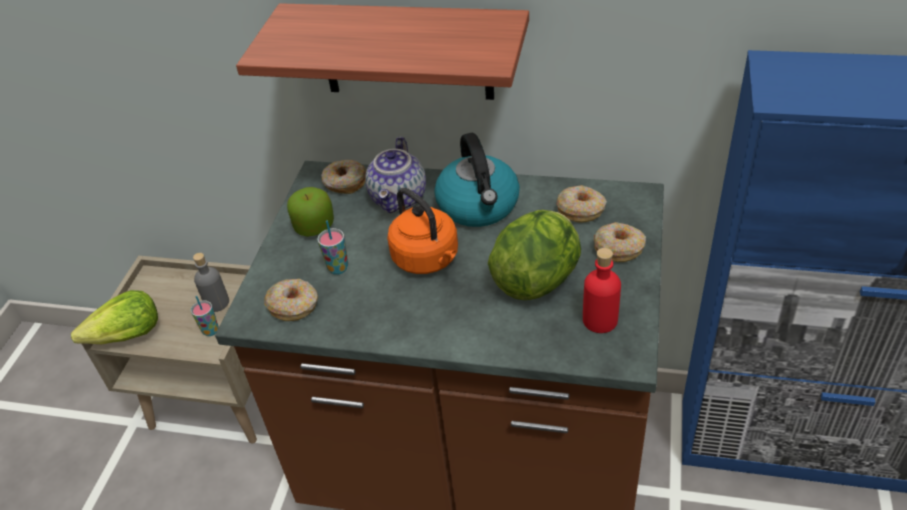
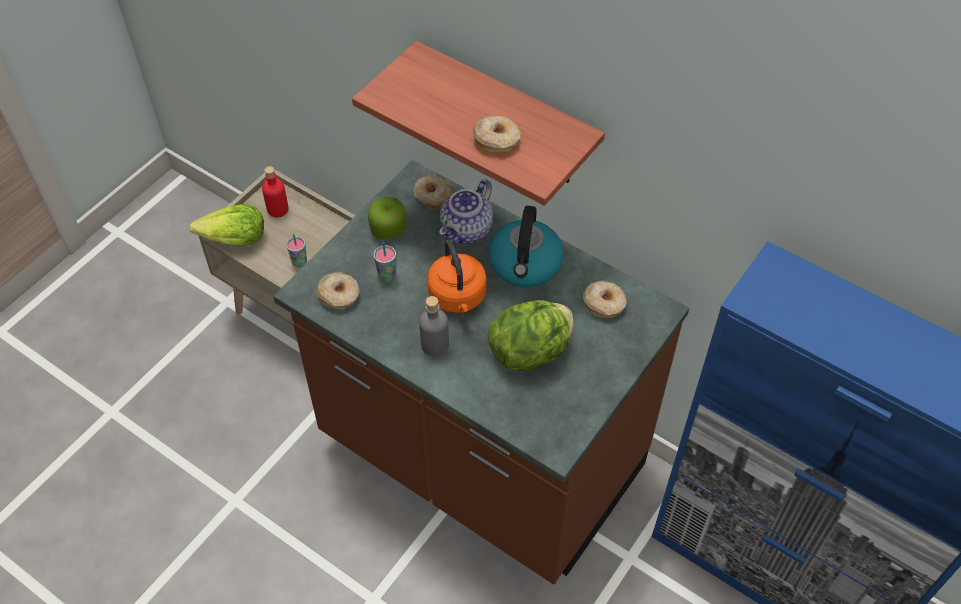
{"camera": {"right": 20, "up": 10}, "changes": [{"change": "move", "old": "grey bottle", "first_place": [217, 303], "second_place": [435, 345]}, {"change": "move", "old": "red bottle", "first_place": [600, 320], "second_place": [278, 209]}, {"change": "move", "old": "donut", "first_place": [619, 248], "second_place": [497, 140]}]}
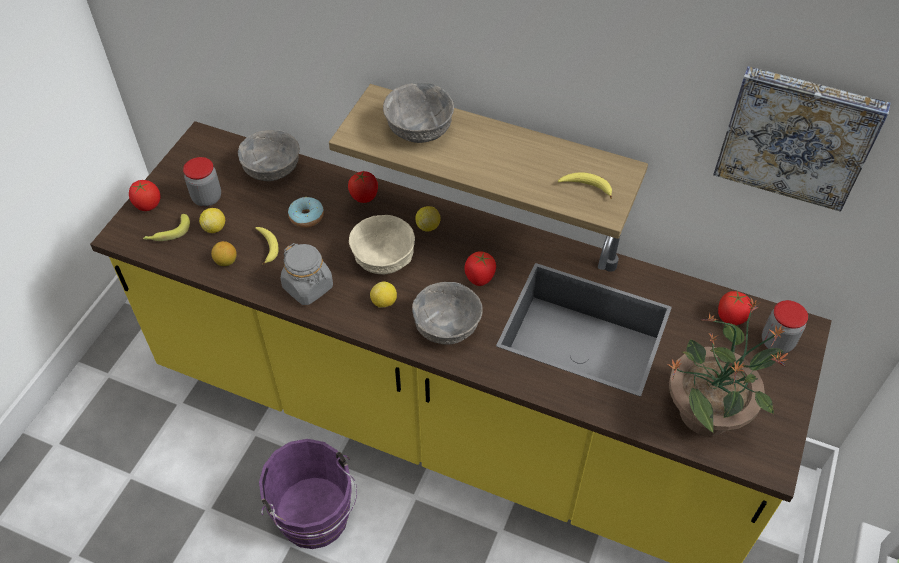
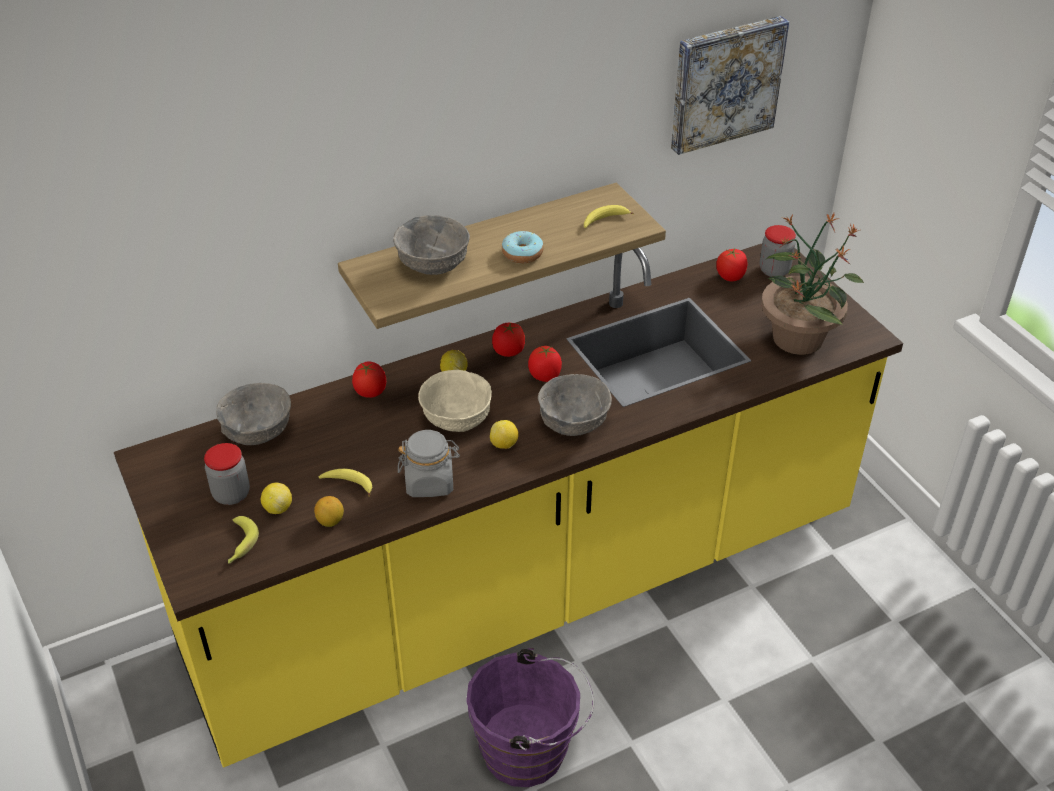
{"camera": {"right": -50, "up": -10}, "changes": [{"change": "move", "old": "tomato", "first_place": [147, 205], "second_place": [508, 352]}, {"change": "move", "old": "donut", "first_place": [306, 217], "second_place": [522, 254]}]}
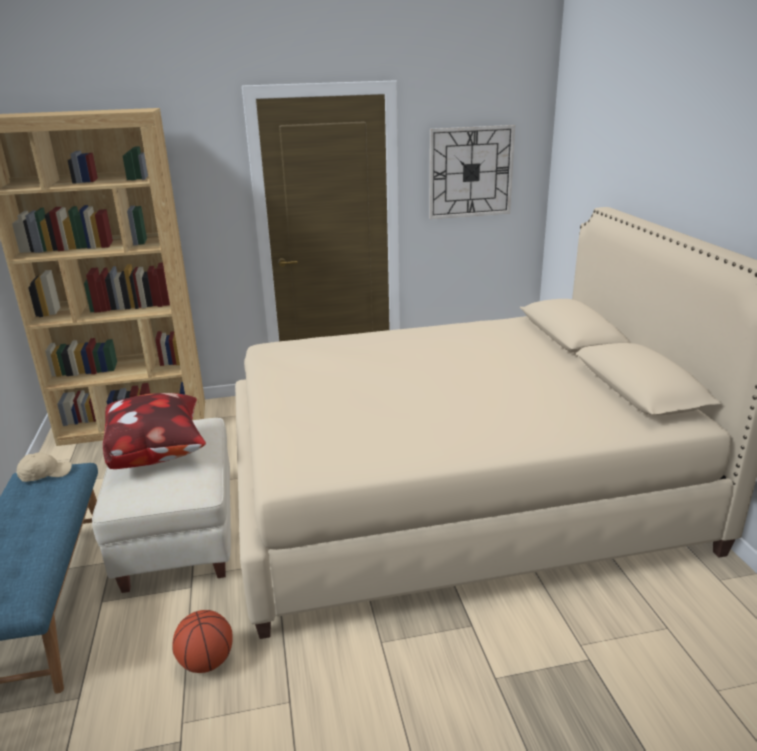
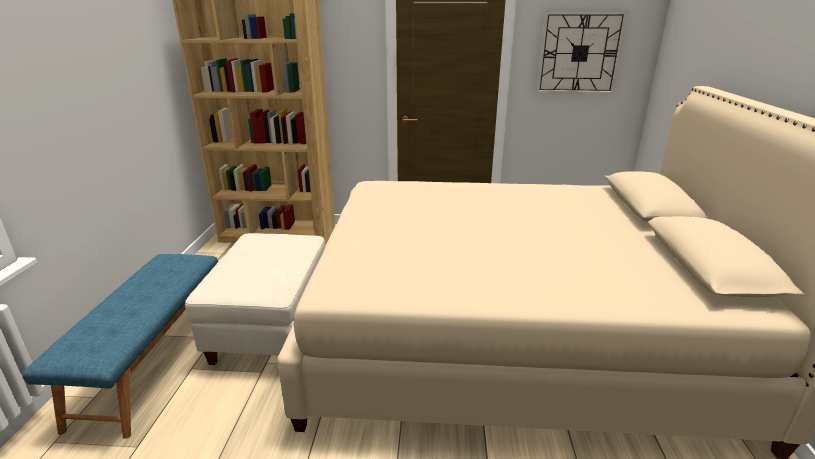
{"camera": {"right": 15, "up": 0}, "changes": [{"change": "delete", "old": "beige cap", "first_place": [45, 474]}, {"change": "delete", "old": "pillow", "first_place": [159, 453]}, {"change": "delete", "old": "basketball", "first_place": [207, 662]}]}
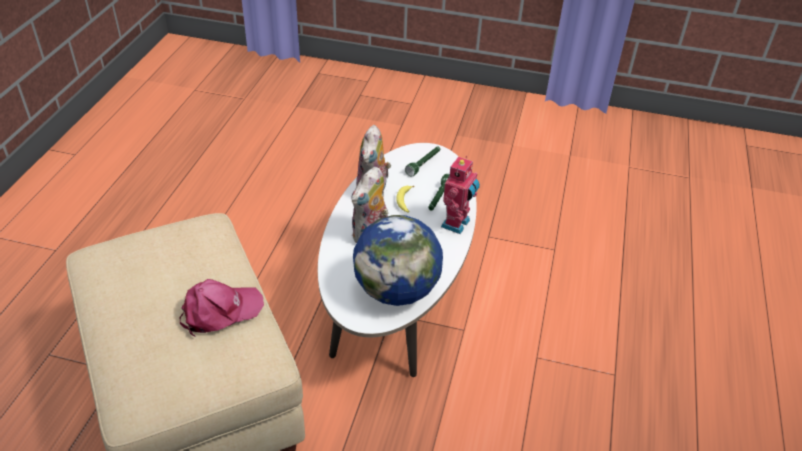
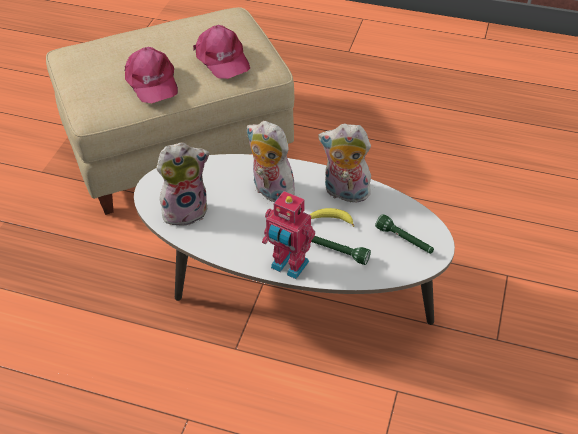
{"camera": {"right": 95, "up": 5}, "changes": [{"change": "replace", "old": "globe", "new": "plush toy", "first_place": [396, 291], "second_place": [186, 210]}, {"change": "insert", "new": "pink cap", "second_place": [222, 59]}]}
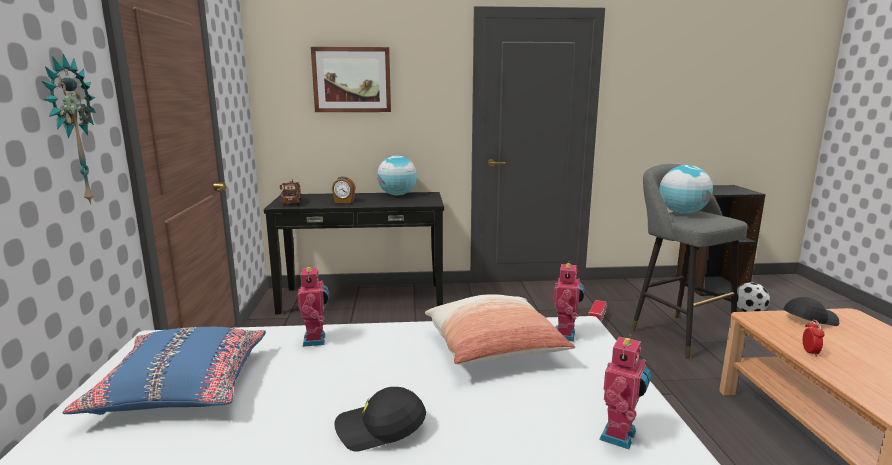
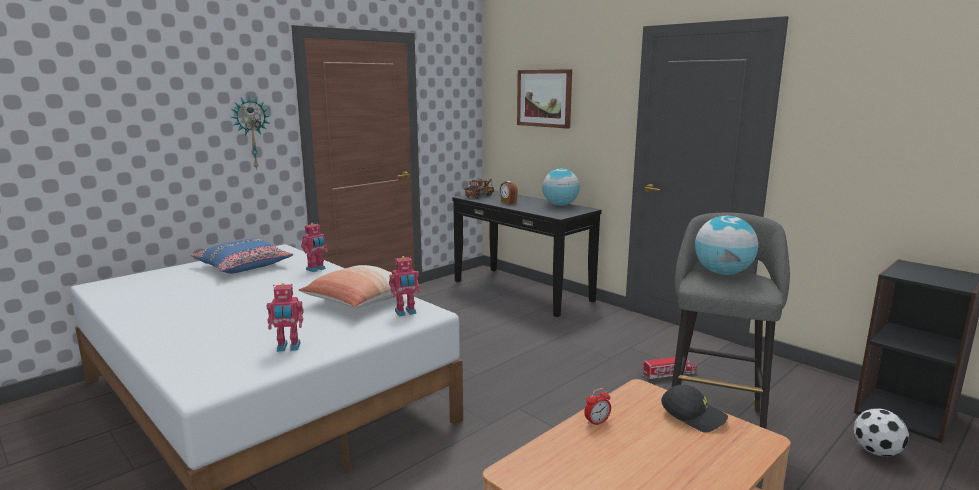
{"camera": {"right": 50, "up": 0}, "changes": [{"change": "delete", "old": "black cap", "first_place": [380, 430]}]}
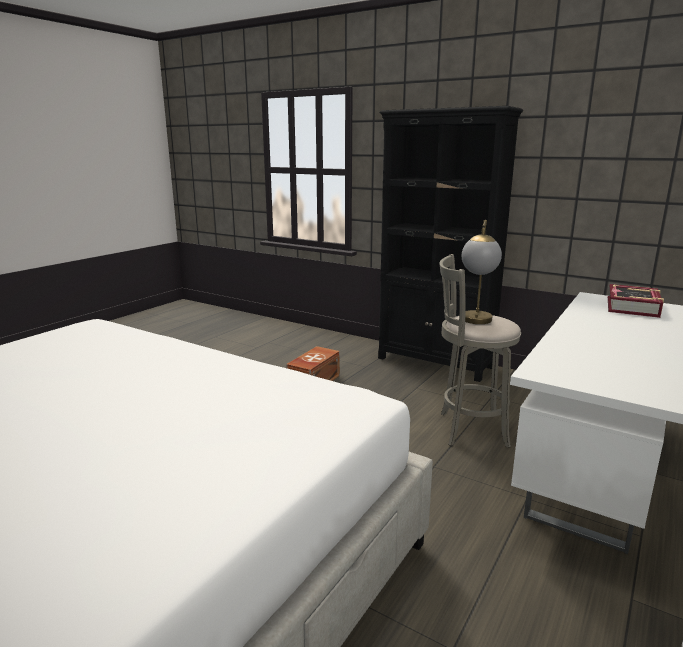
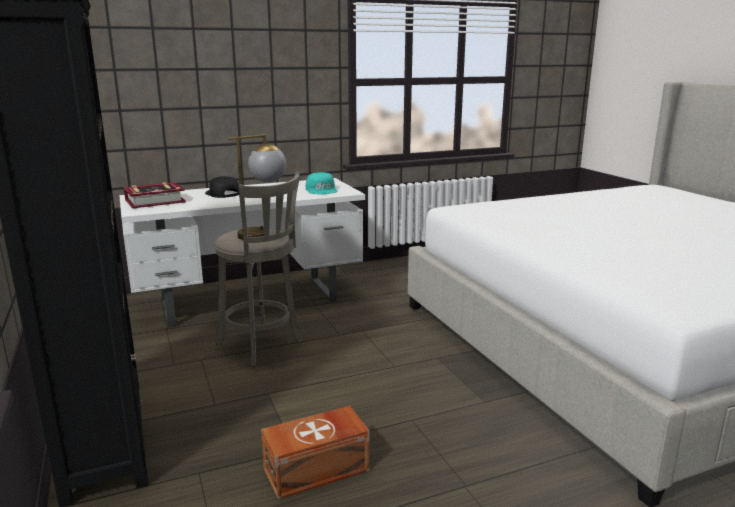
{"camera": {"right": -145, "up": 0}, "changes": [{"change": "insert", "new": "black cap", "second_place": [222, 193]}, {"change": "insert", "new": "turquoise cap", "second_place": [322, 190]}]}
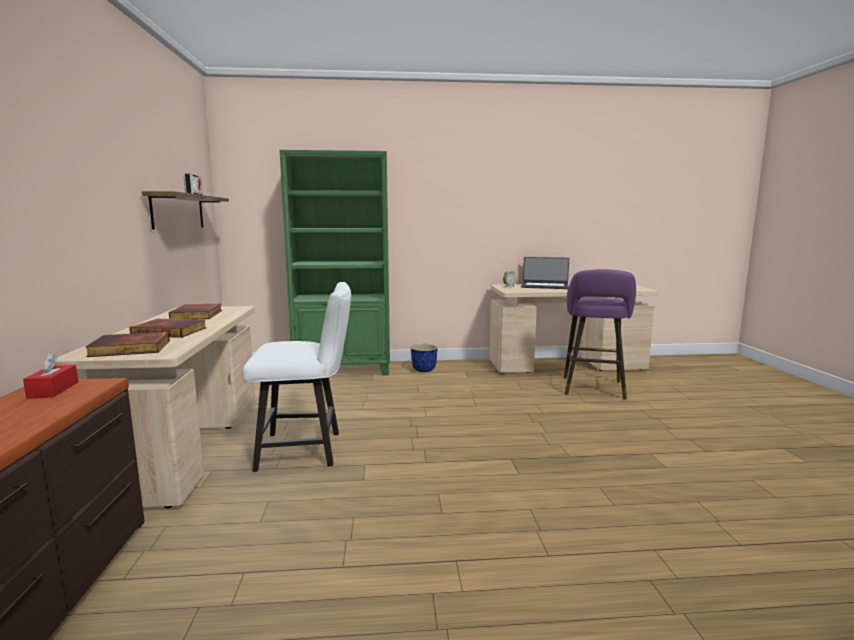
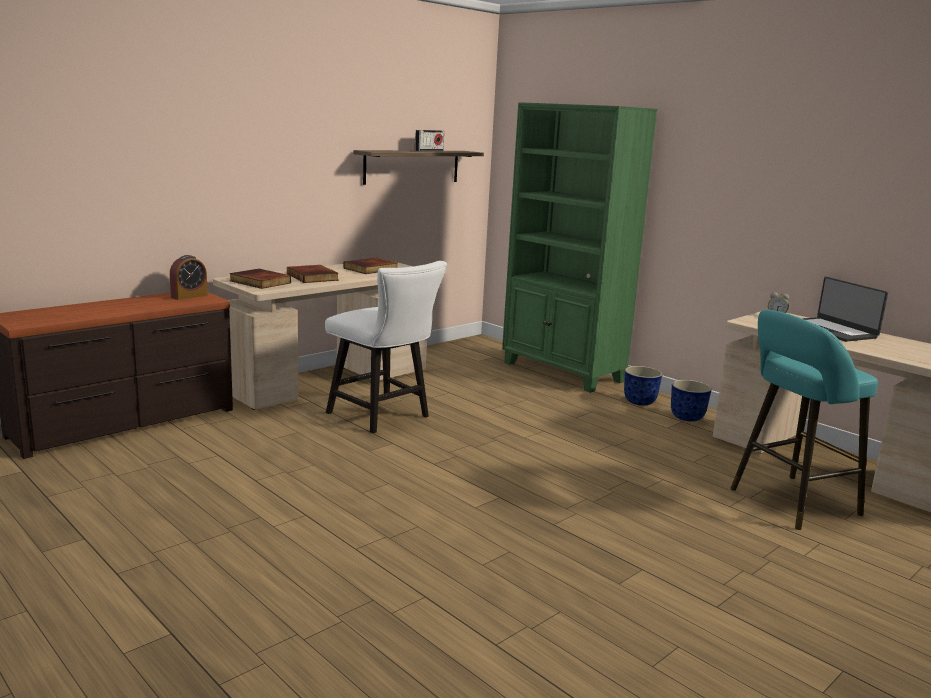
{"camera": {"right": 50, "up": 5}, "changes": [{"change": "replace", "old": "red tissue box", "new": "alarm clock", "first_place": [53, 390], "second_place": [189, 296]}, {"change": "recolor", "old": "purple stool", "new": "turquoise stool", "first_place": [593, 389], "second_place": [789, 503]}, {"change": "insert", "new": "planter", "second_place": [686, 418]}]}
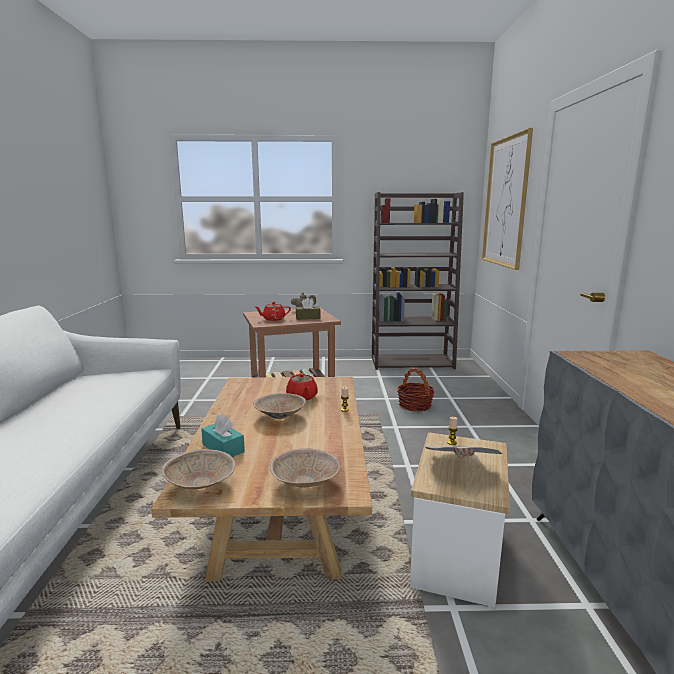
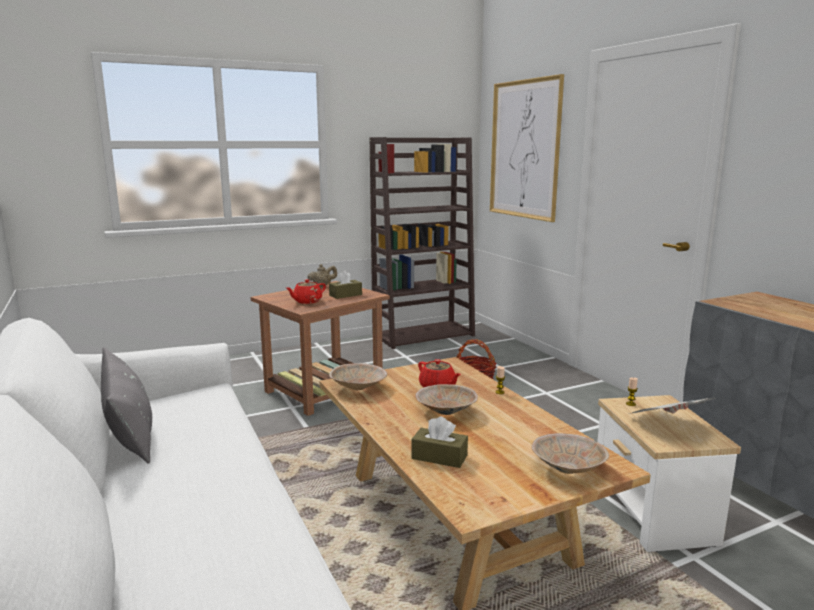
{"camera": {"right": -25, "up": 0}, "changes": [{"change": "move", "old": "beige bowl", "first_place": [201, 484], "second_place": [359, 388]}, {"change": "recolor", "old": "turquoise tissue box", "new": "brown tissue box", "first_place": [223, 448], "second_place": [439, 457]}, {"change": "insert", "new": "grey pillow", "second_place": [130, 431]}]}
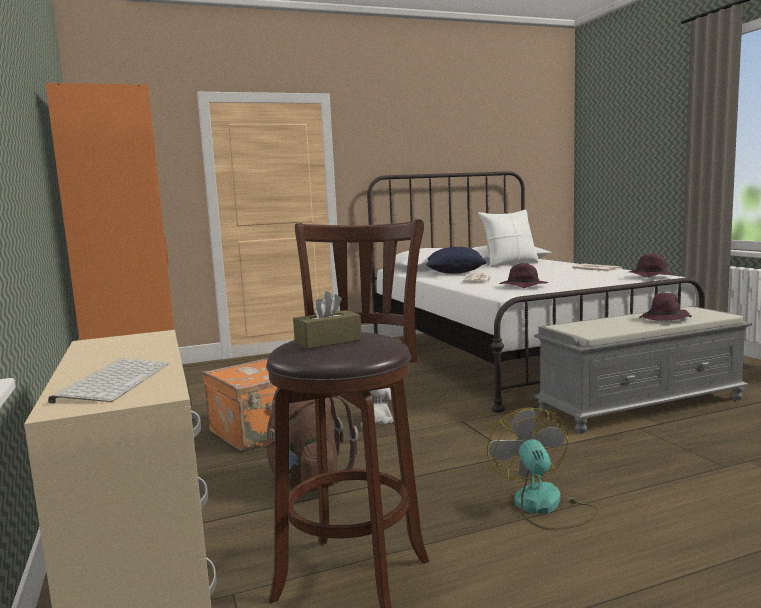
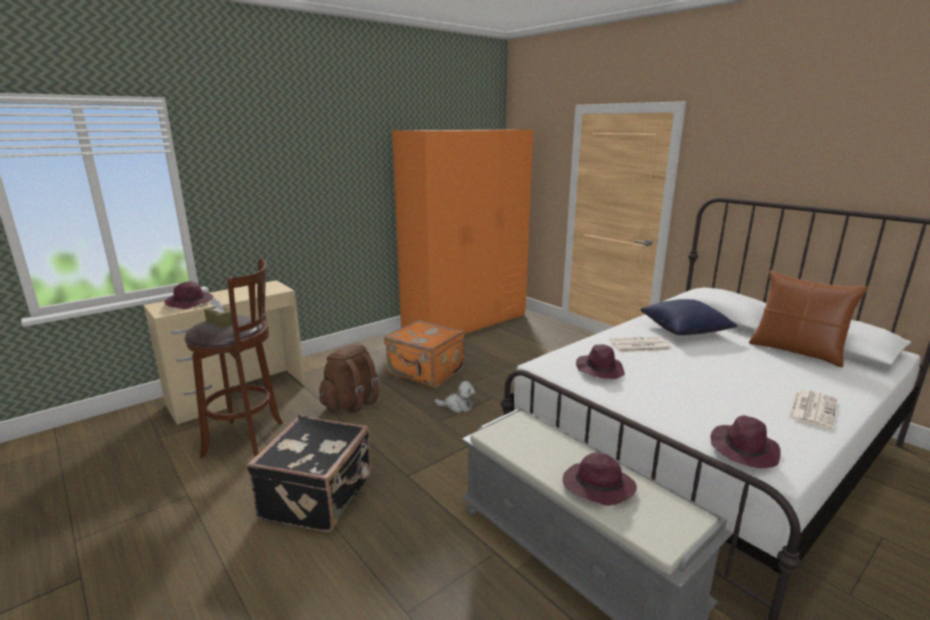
{"camera": {"right": 70, "up": 10}, "changes": [{"change": "replace", "old": "keyboard", "new": "purple hat", "first_place": [113, 381], "second_place": [190, 302]}, {"change": "recolor", "old": "white pillow", "new": "brown pillow", "first_place": [509, 264], "second_place": [796, 351]}, {"change": "replace", "old": "fan", "new": "black suitcase", "first_place": [544, 506], "second_place": [319, 496]}]}
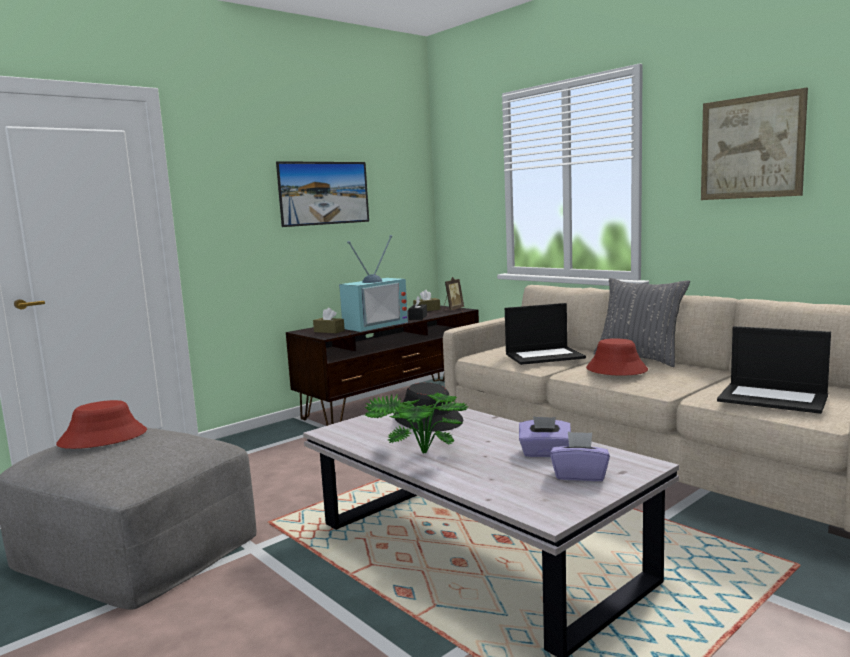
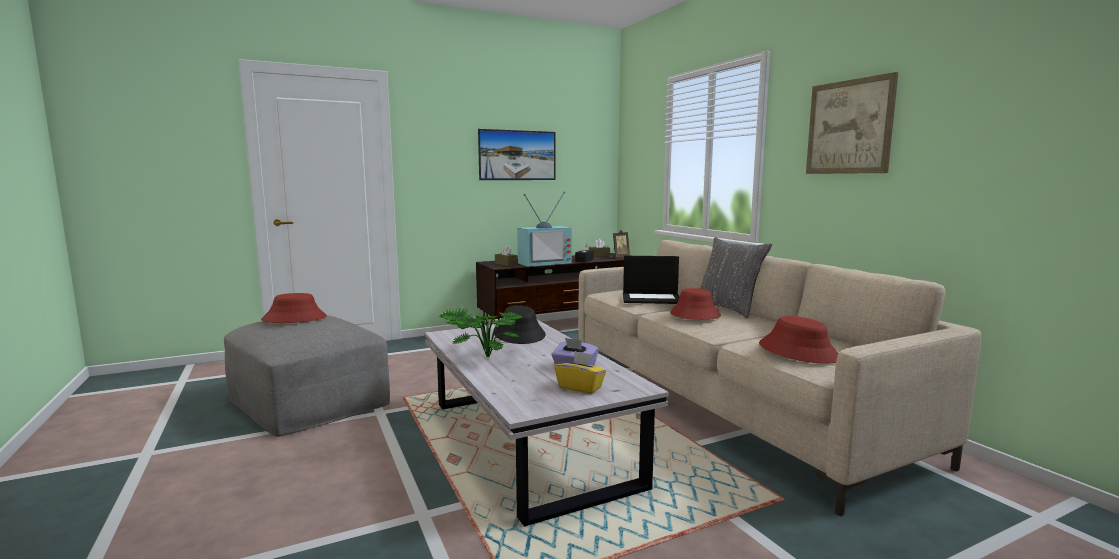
{"camera": {"right": 15, "up": 0}, "changes": [{"change": "recolor", "old": "purple tissue box", "new": "yellow tissue box", "first_place": [580, 475], "second_place": [580, 387]}, {"change": "replace", "old": "laptop", "new": "red hat", "first_place": [774, 398], "second_place": [798, 351]}]}
